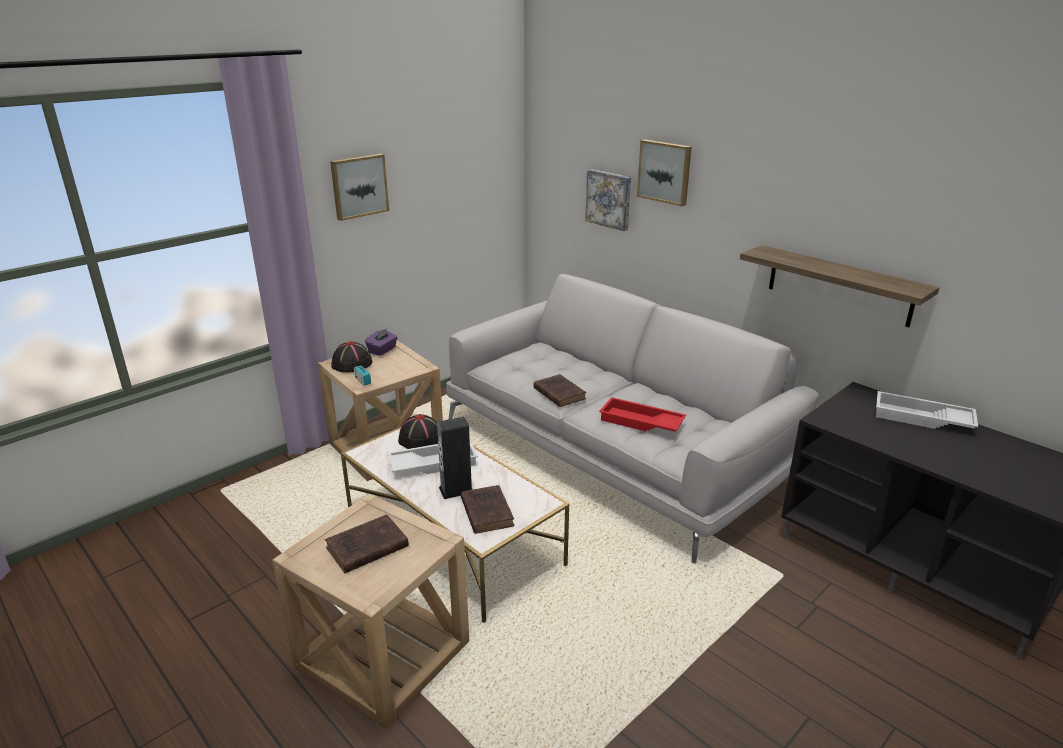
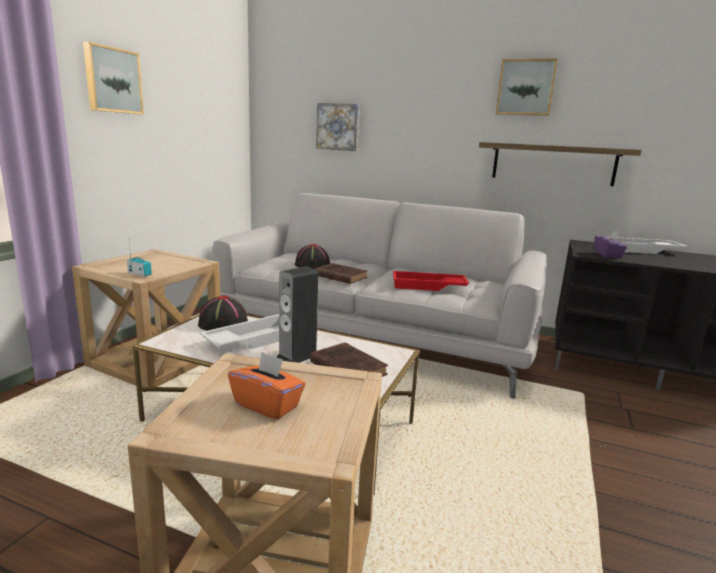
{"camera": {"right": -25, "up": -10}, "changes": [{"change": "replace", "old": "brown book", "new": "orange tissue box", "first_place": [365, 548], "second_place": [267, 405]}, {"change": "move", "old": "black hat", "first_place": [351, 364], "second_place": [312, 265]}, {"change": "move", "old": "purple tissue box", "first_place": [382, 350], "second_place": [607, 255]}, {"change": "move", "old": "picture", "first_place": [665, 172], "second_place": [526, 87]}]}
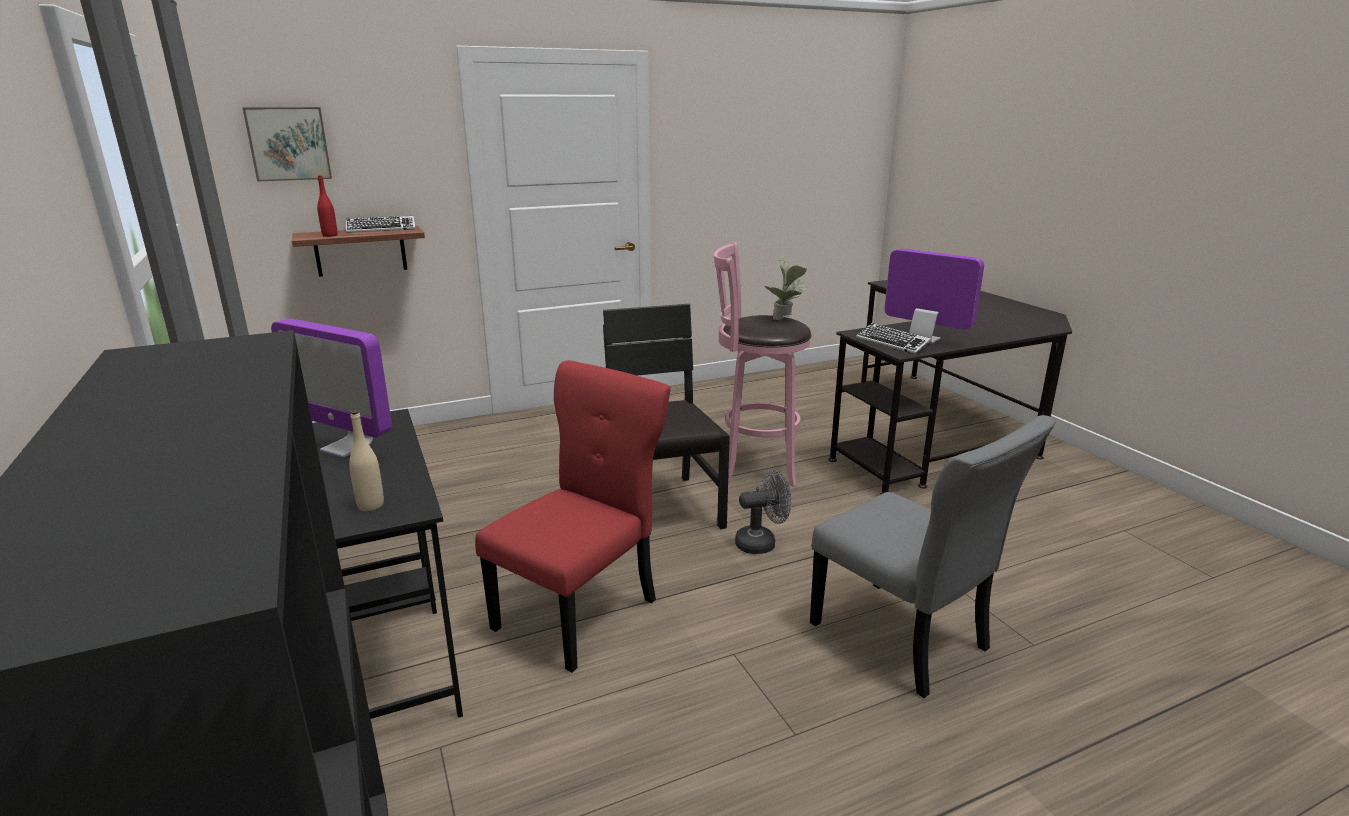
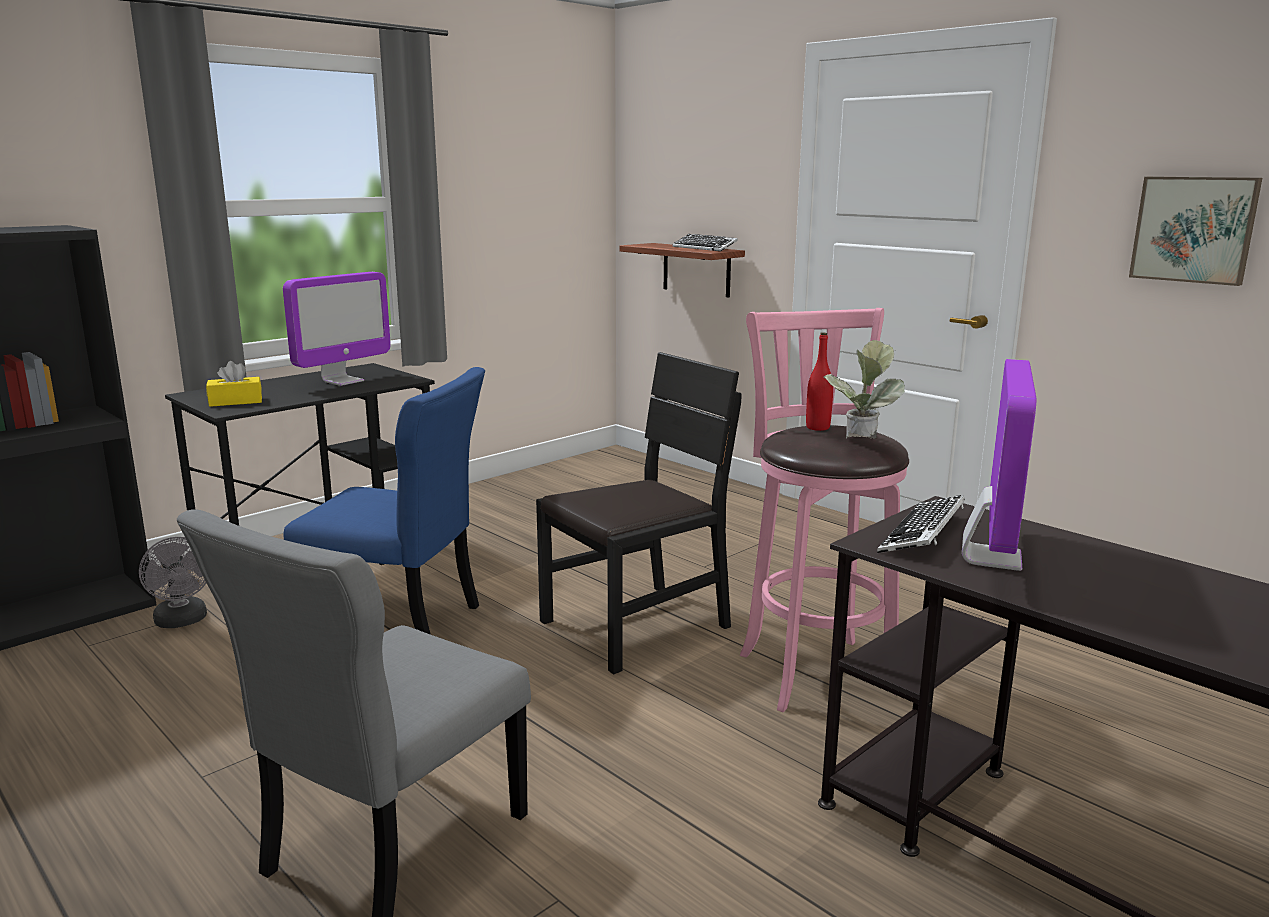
{"camera": {"right": 70, "up": -5}, "changes": [{"change": "move", "old": "picture", "first_place": [288, 144], "second_place": [1194, 229]}, {"change": "rotate", "old": "monitor", "first_place": [347, 447], "second_place": [343, 381], "degrees": -150}, {"change": "move", "old": "red bottle", "first_place": [330, 235], "second_place": [817, 427]}, {"change": "replace", "old": "beige bottle", "new": "yellow tissue box", "first_place": [370, 505], "second_place": [236, 401]}, {"change": "recolor", "old": "red chair", "new": "blue chair", "first_place": [581, 611], "second_place": [399, 623]}, {"change": "move", "old": "grey fan", "first_place": [761, 543], "second_place": [182, 621]}]}
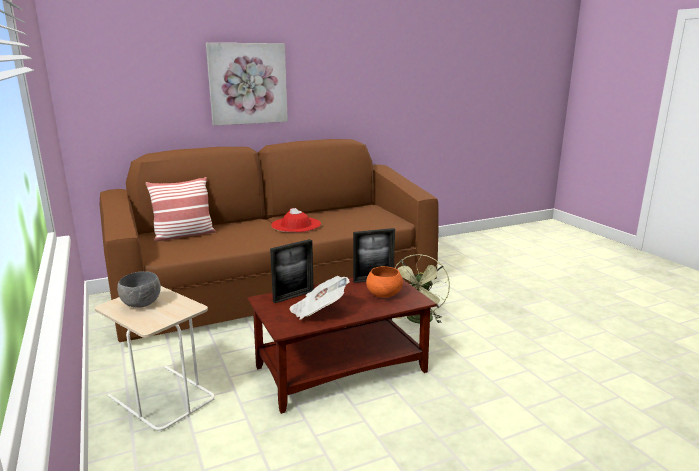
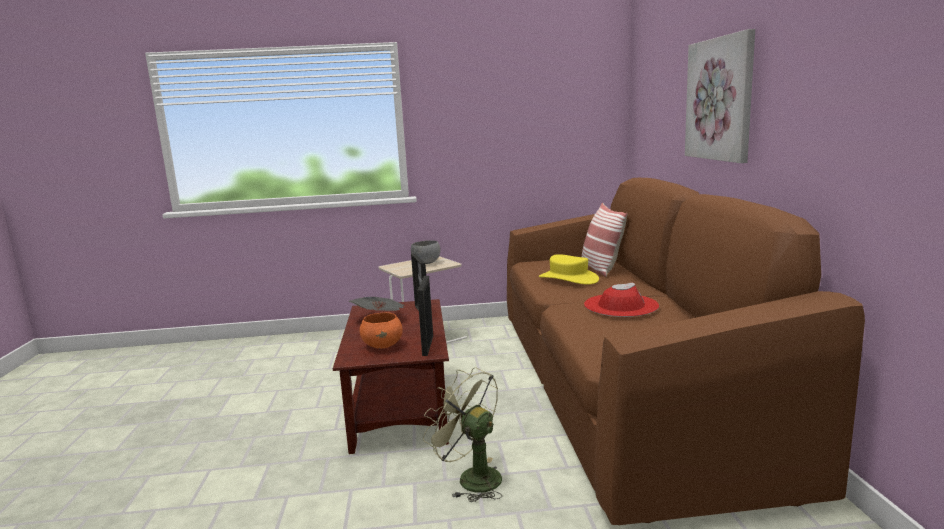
{"camera": {"right": 110, "up": -5}, "changes": [{"change": "insert", "new": "yellow hat", "second_place": [568, 278]}]}
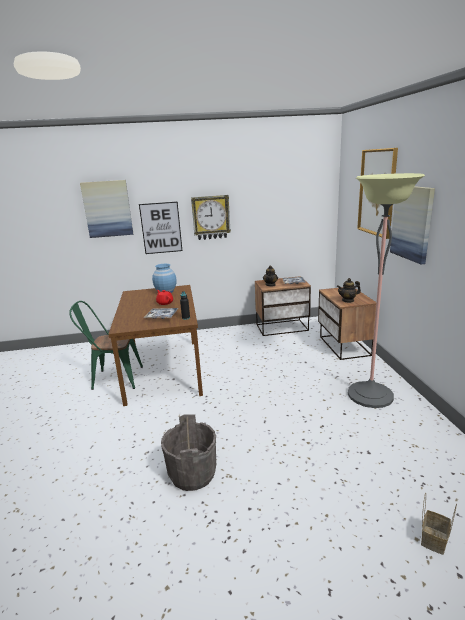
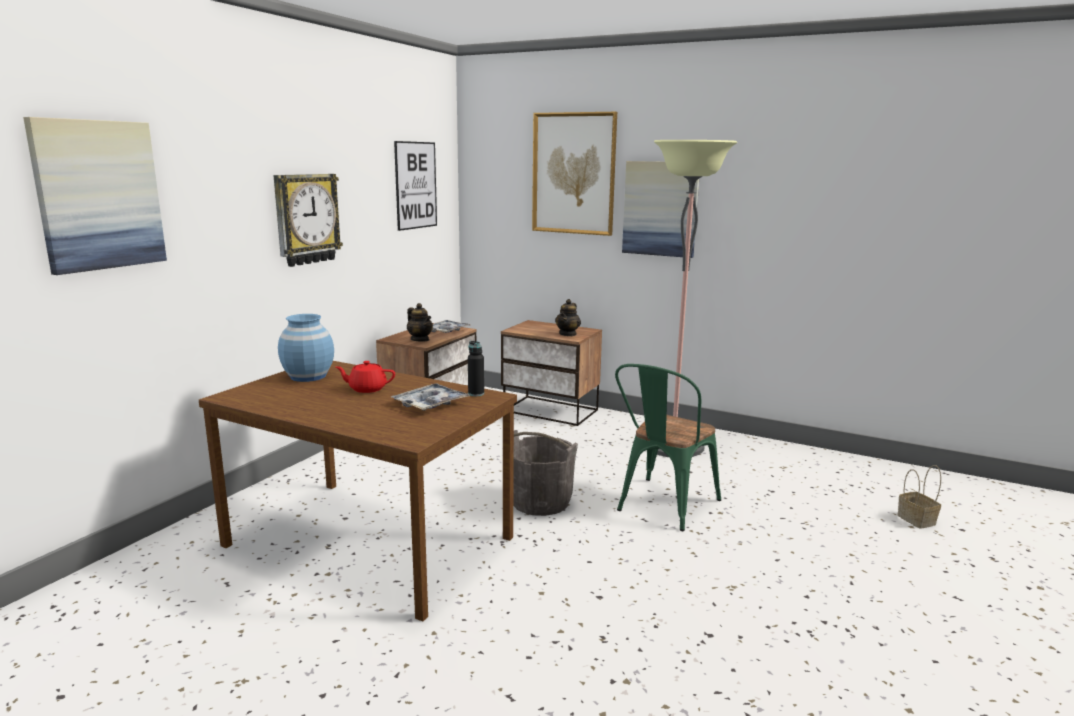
{"camera": {"right": -55, "up": -5}, "changes": [{"change": "move", "old": "green chair", "first_place": [113, 378], "second_place": [663, 507]}, {"change": "move", "old": "picture", "first_place": [161, 228], "second_place": [416, 185]}, {"change": "move", "old": "grey bucket", "first_place": [192, 473], "second_place": [540, 501]}]}
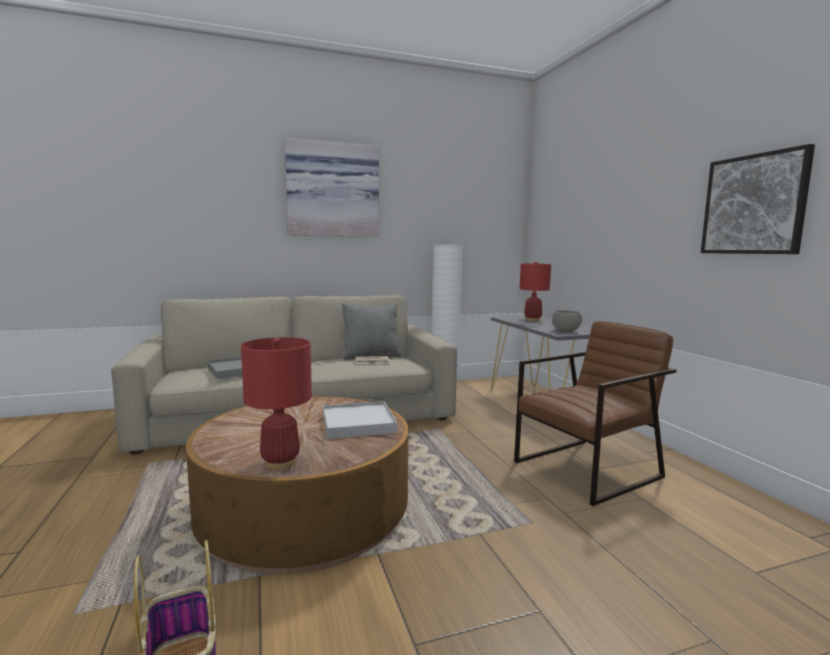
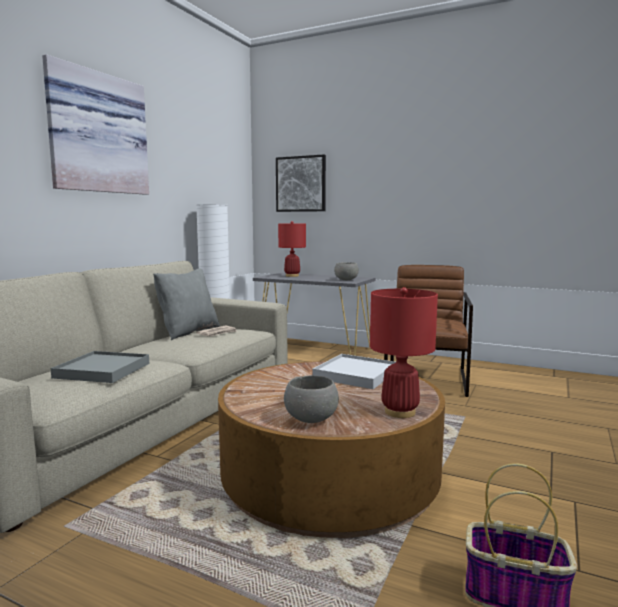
{"camera": {"right": -45, "up": 0}, "changes": [{"change": "move", "old": "picture", "first_place": [754, 204], "second_place": [301, 184]}, {"change": "insert", "new": "grey bowl", "second_place": [310, 419]}]}
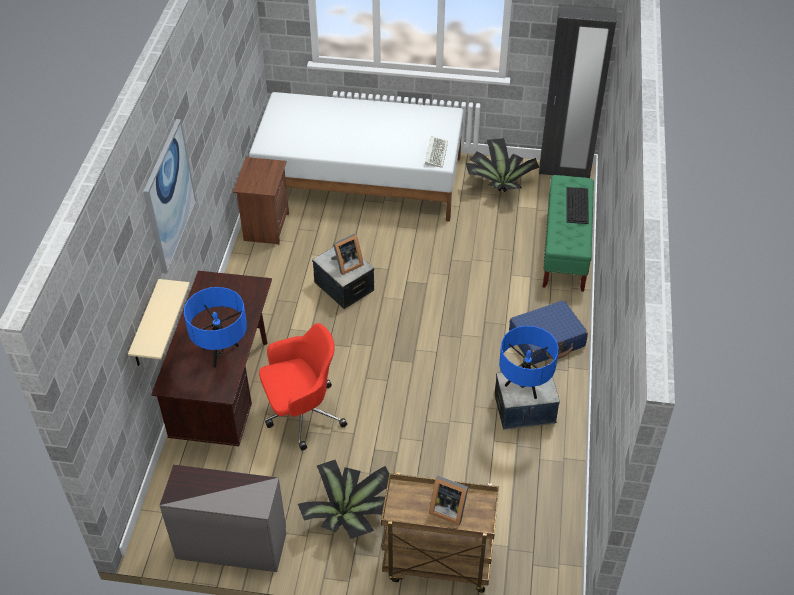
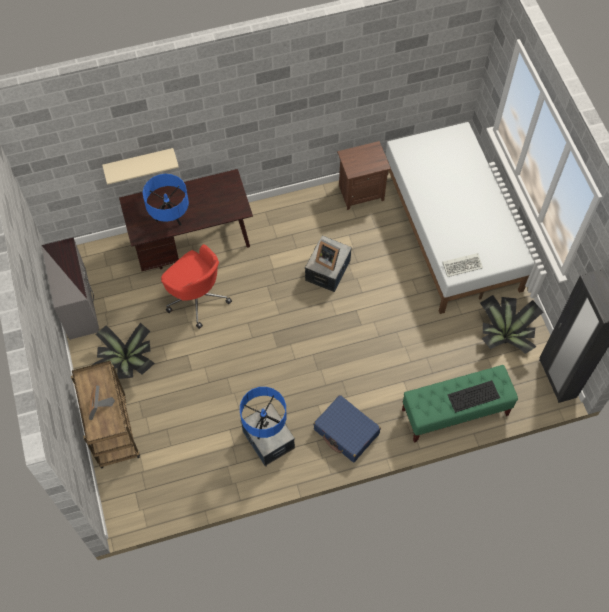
{"camera": {"right": 65, "up": 15}, "changes": [{"change": "delete", "old": "picture", "first_place": [169, 196]}]}
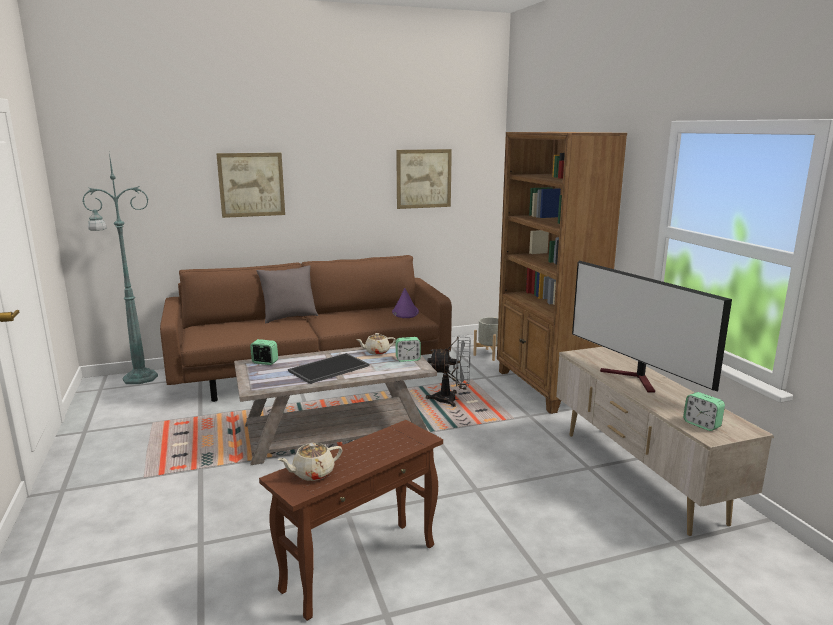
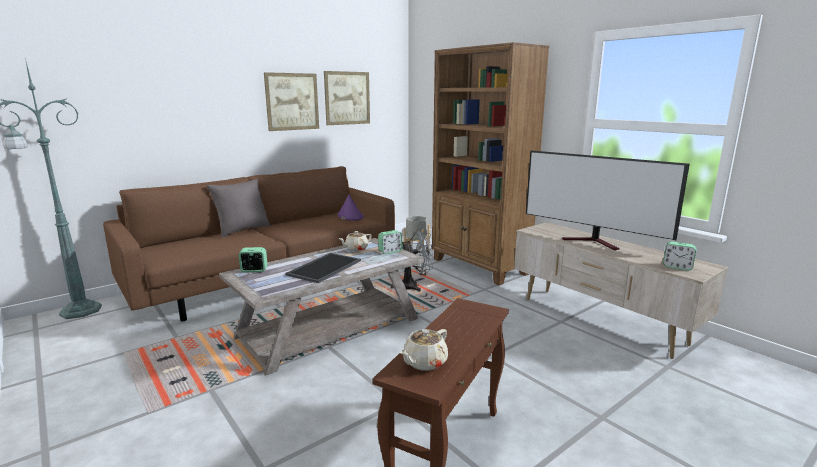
{"camera": {"right": -20, "up": 0}, "changes": [{"change": "move", "old": "picture", "first_place": [251, 184], "second_place": [292, 101]}]}
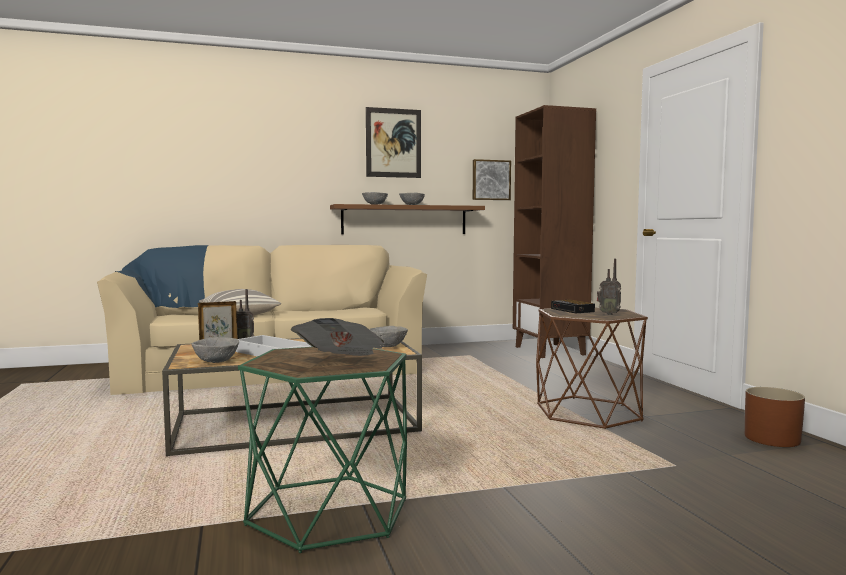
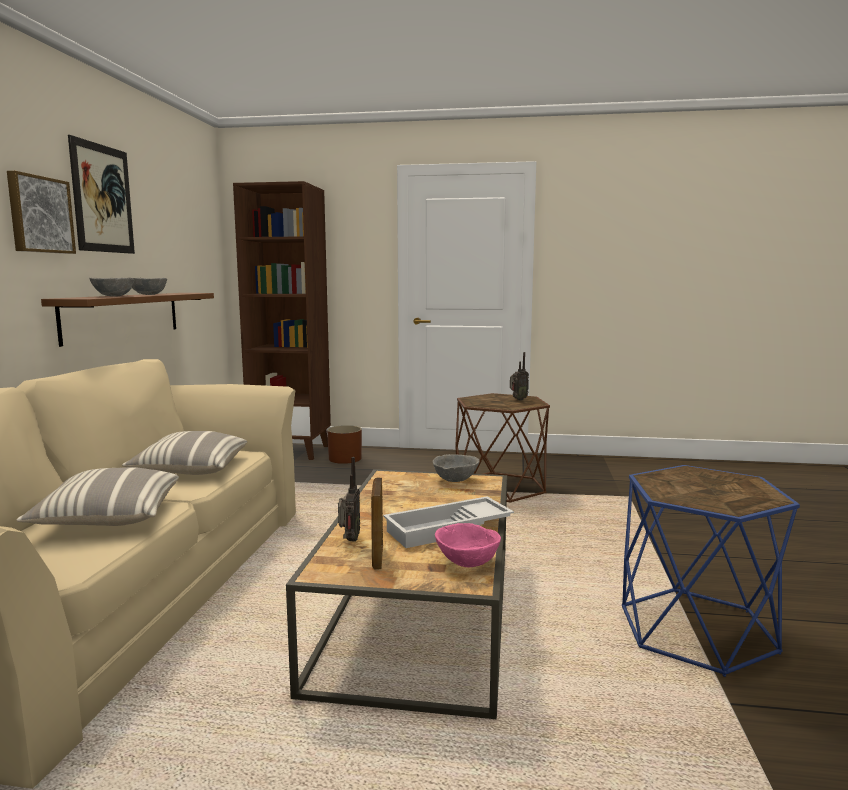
{"camera": {"right": -65, "up": 5}, "changes": [{"change": "recolor", "old": "grey bowl", "new": "pink bowl", "first_place": [216, 361], "second_place": [466, 562]}, {"change": "recolor", "old": "green side table", "new": "blue side table", "first_place": [328, 512], "second_place": [697, 629]}, {"change": "delete", "old": "newspaper", "first_place": [341, 364]}, {"change": "move", "old": "picture", "first_place": [490, 180], "second_place": [39, 215]}, {"change": "delete", "old": "alarm clock", "first_place": [573, 310]}, {"change": "move", "old": "brown planter", "first_place": [771, 438], "second_place": [344, 459]}, {"change": "insert", "new": "pillow", "second_place": [190, 470]}]}
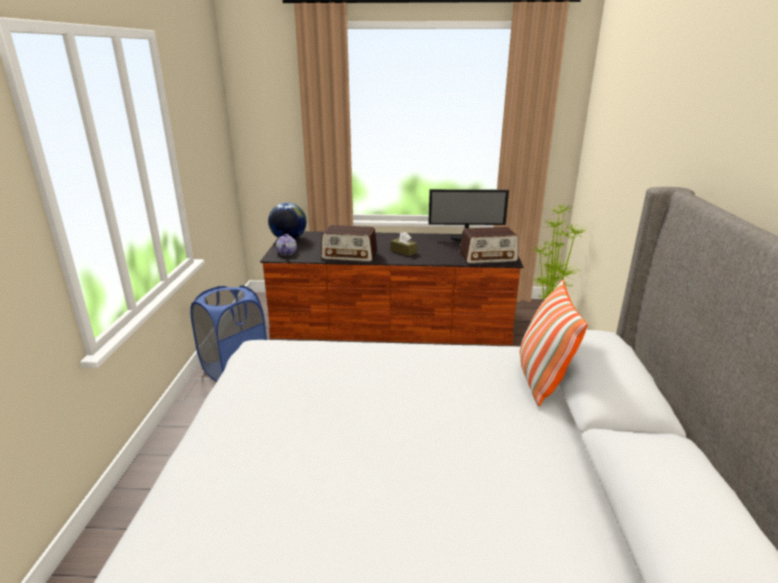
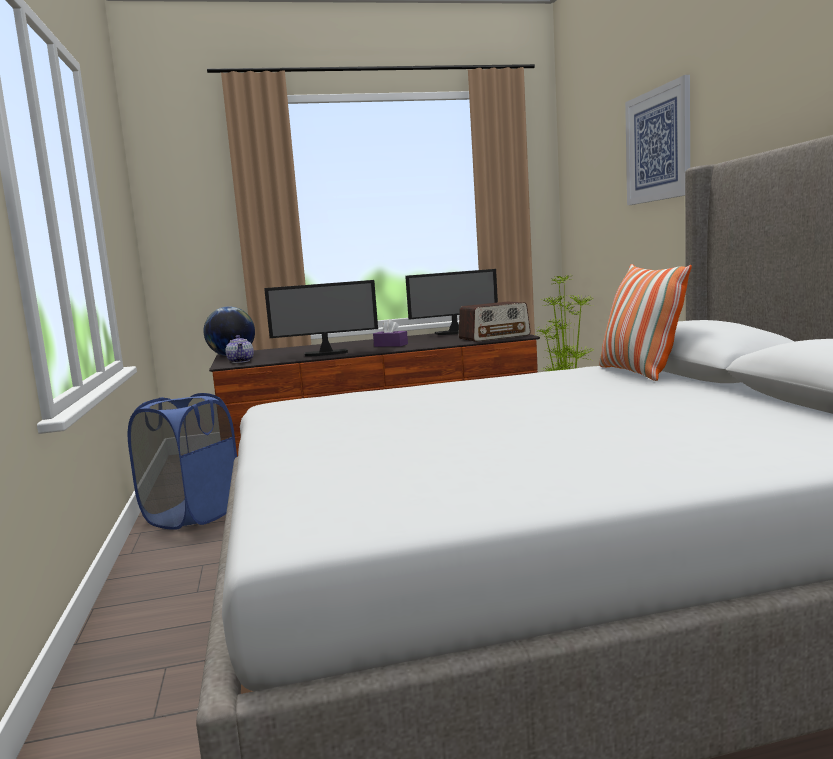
{"camera": {"right": -15, "up": -15}, "changes": [{"change": "replace", "old": "radio", "new": "monitor", "first_place": [349, 255], "second_place": [326, 353]}, {"change": "recolor", "old": "brown tissue box", "new": "purple tissue box", "first_place": [403, 251], "second_place": [391, 345]}, {"change": "insert", "new": "picture", "second_place": [658, 145]}]}
